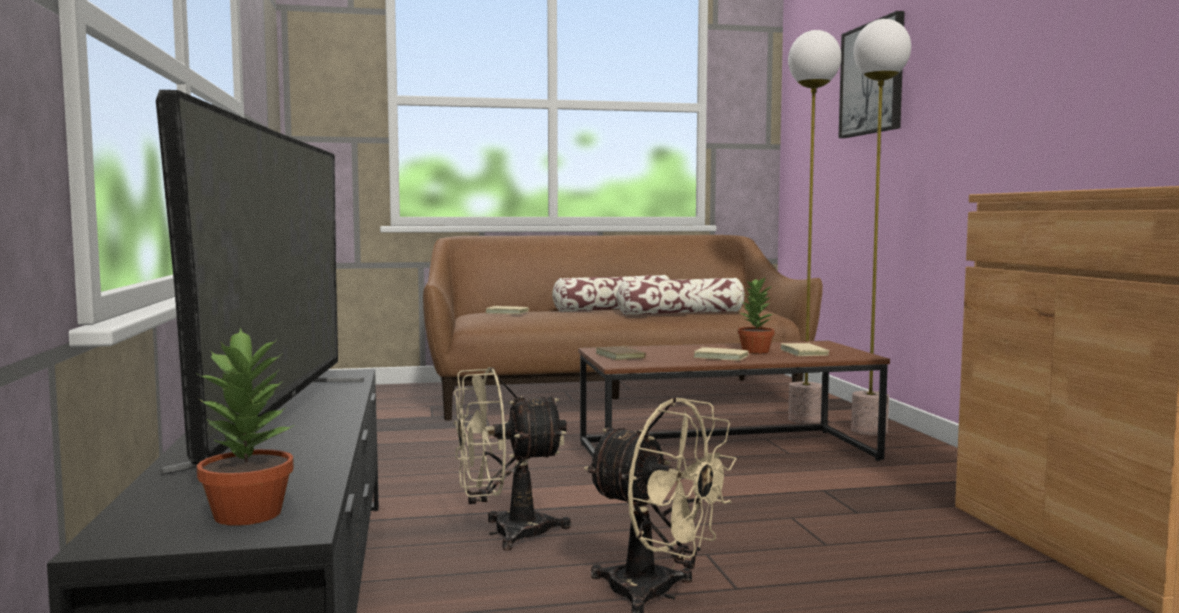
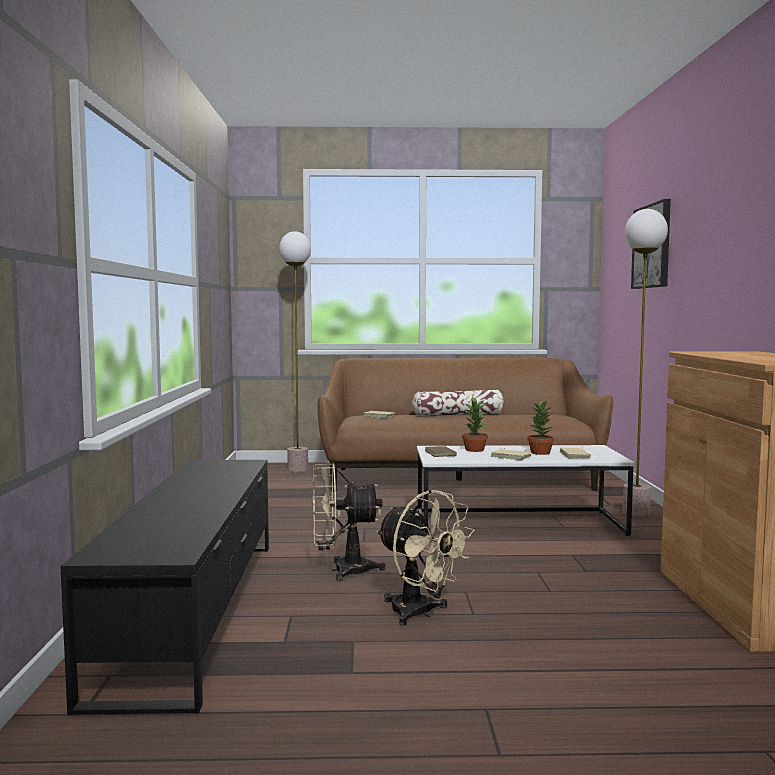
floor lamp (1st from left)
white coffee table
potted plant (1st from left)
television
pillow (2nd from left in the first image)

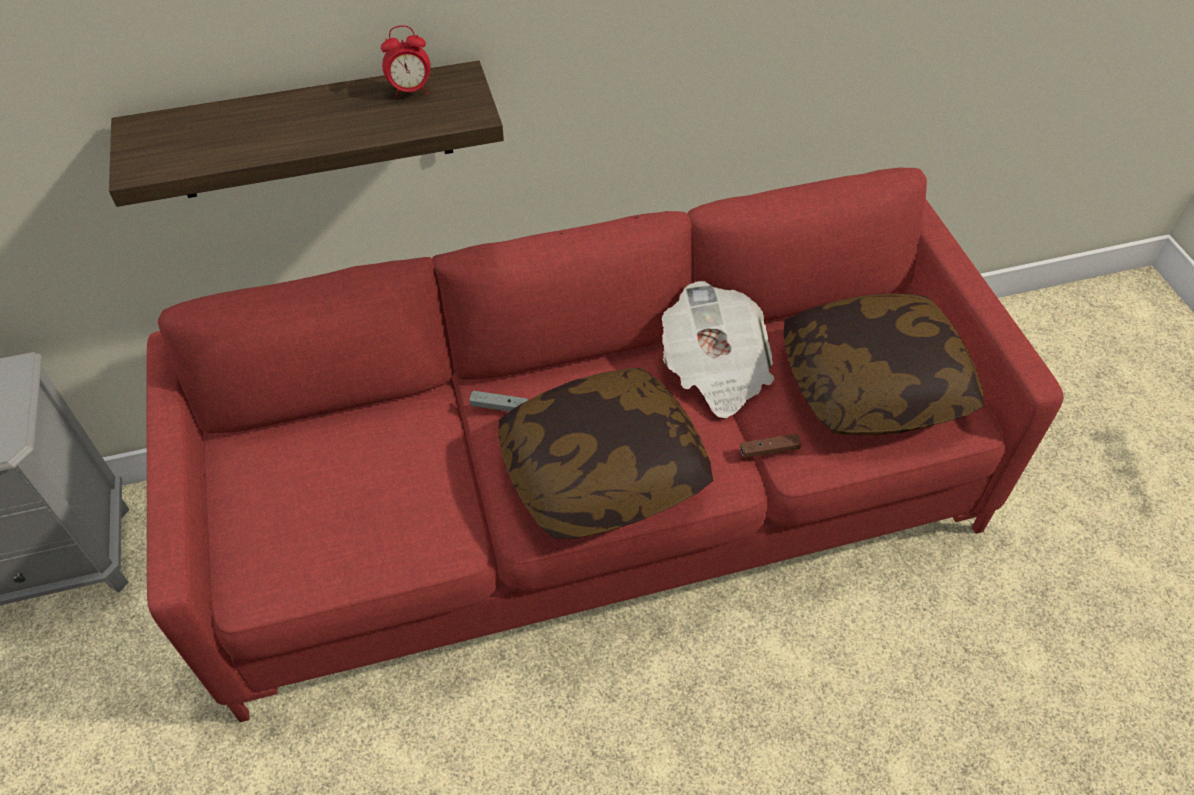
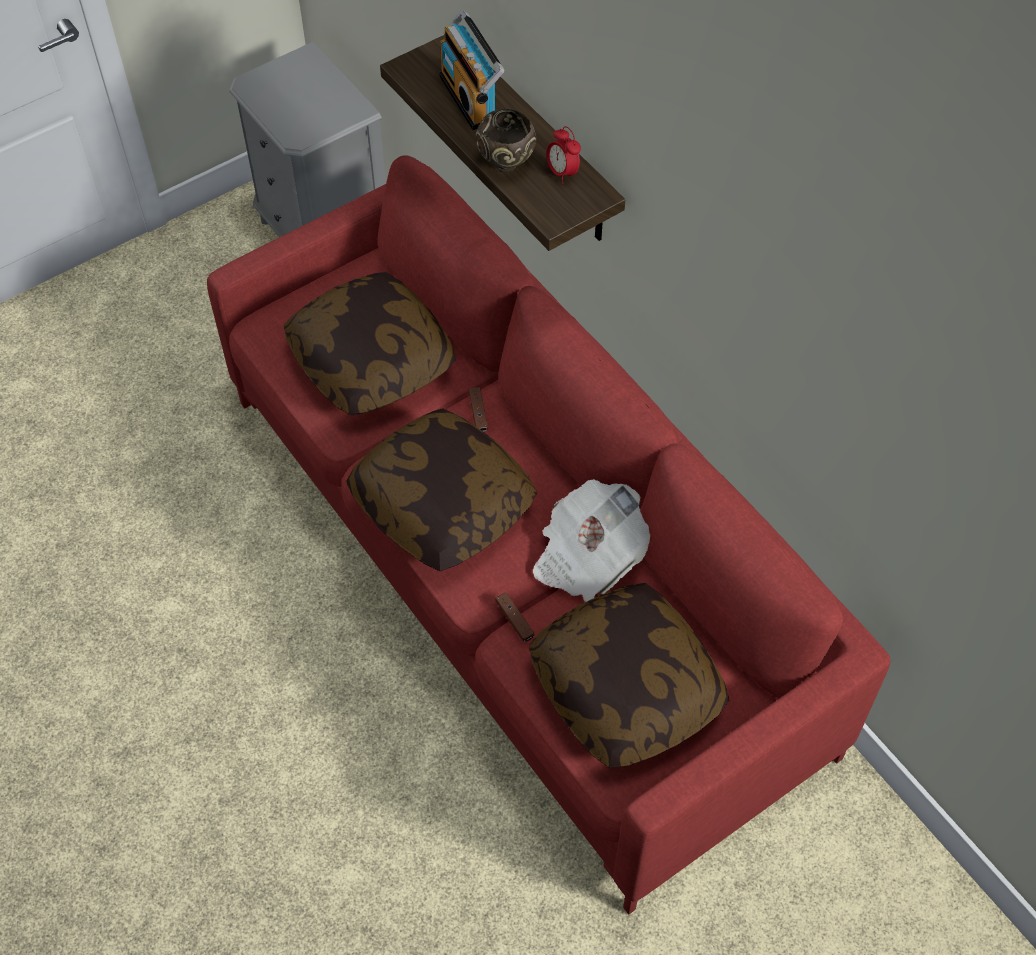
pillow (1st from left)
radio
brown game controller (1st from left)
brown bowl

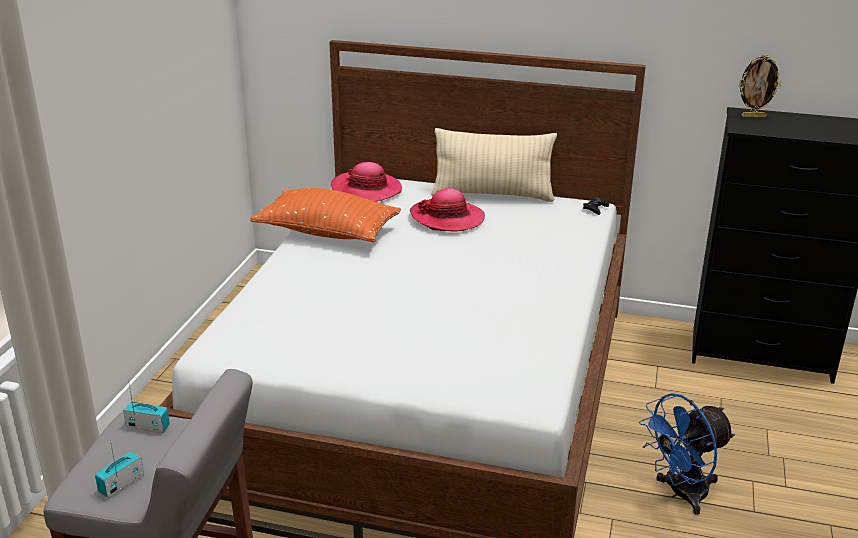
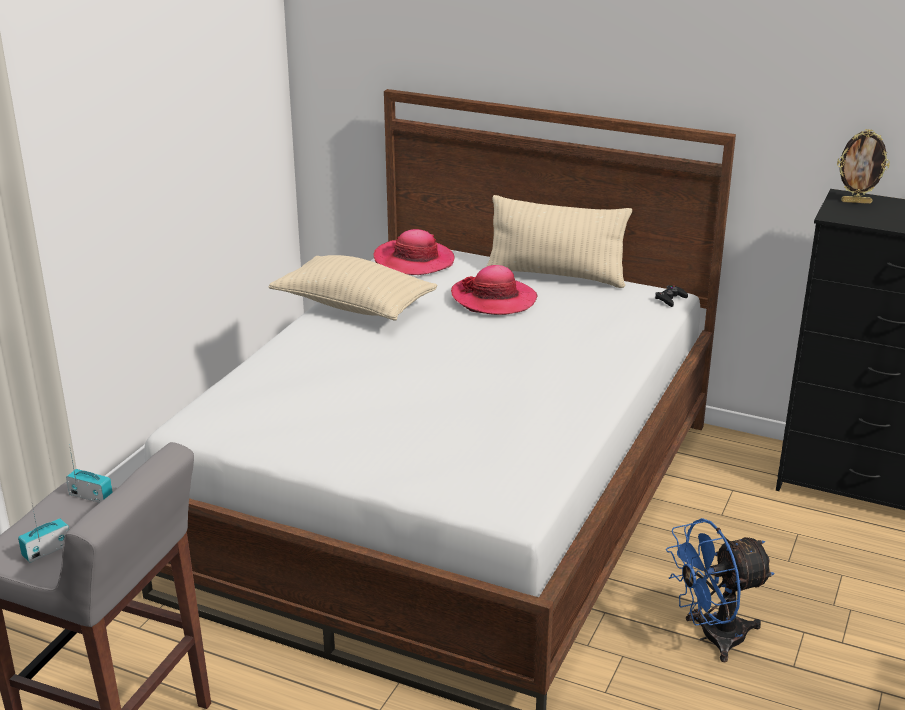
beige pillow (1st from left)

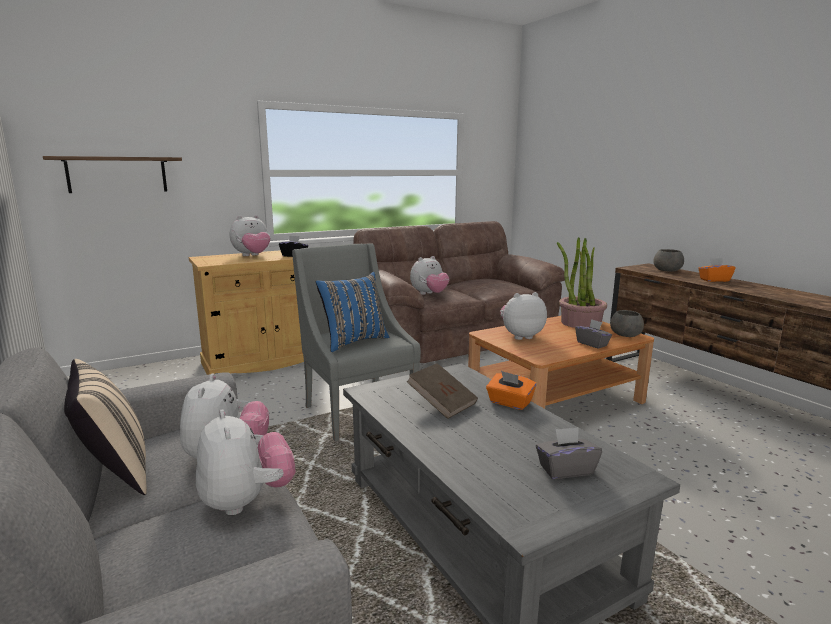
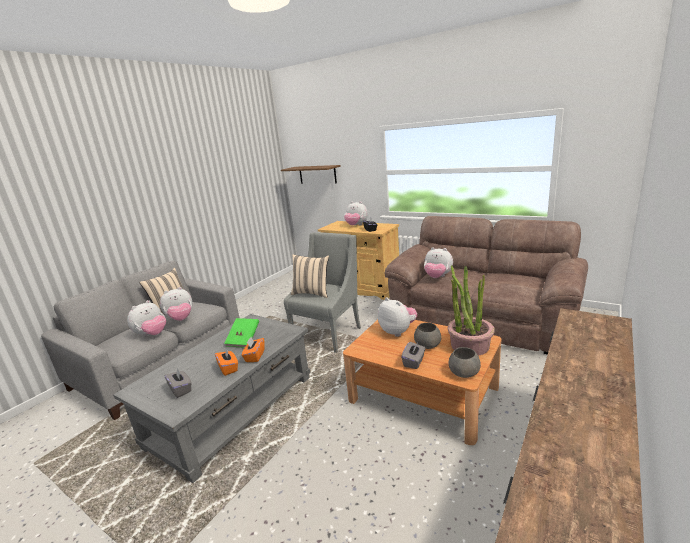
orange tissue box (1st from left)
green book
beige pillow (2nd from left)
grey bowl (1st from left)

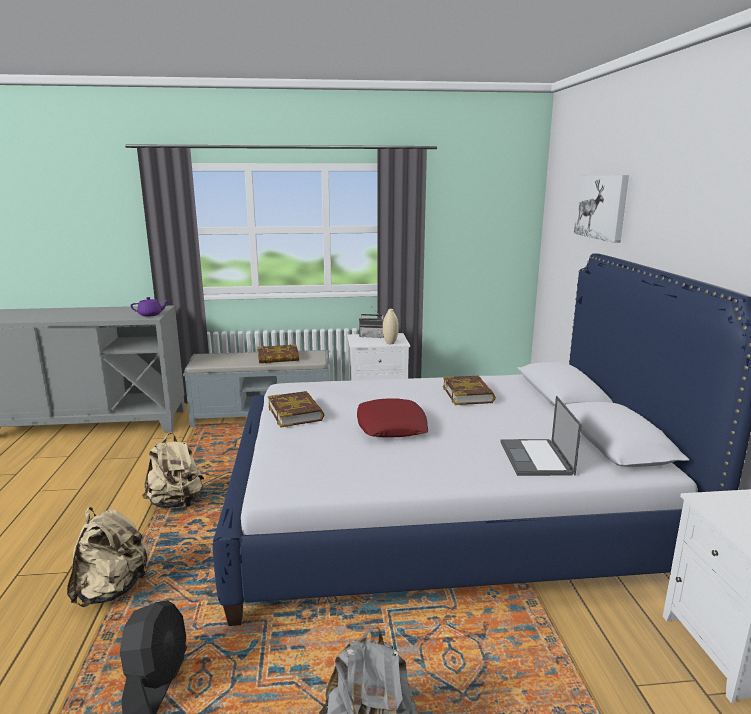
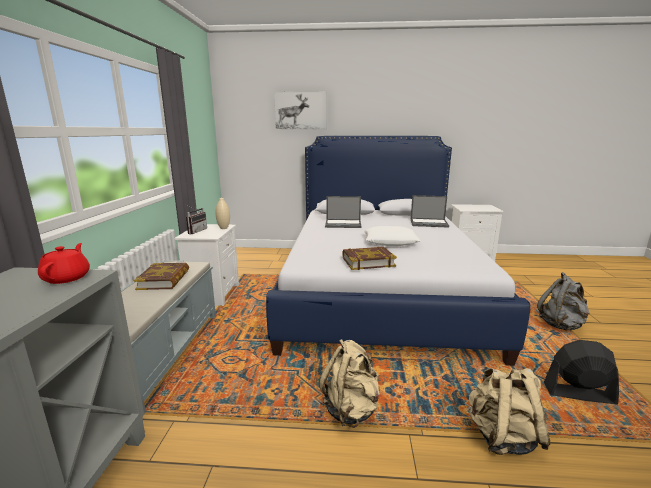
red teapot
laptop (1st from left)
white pillow

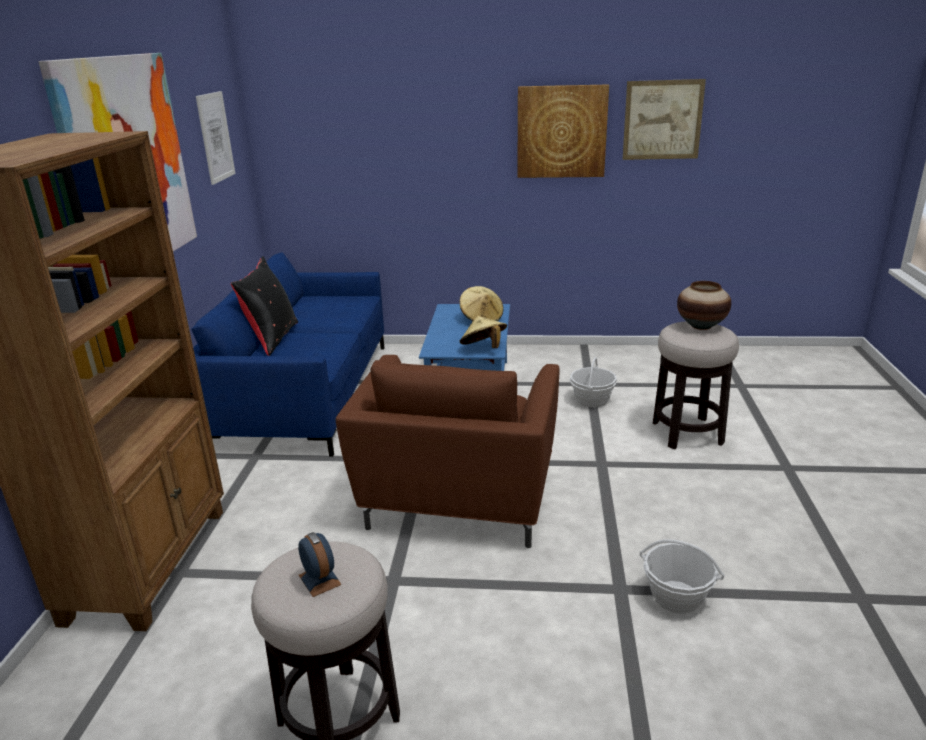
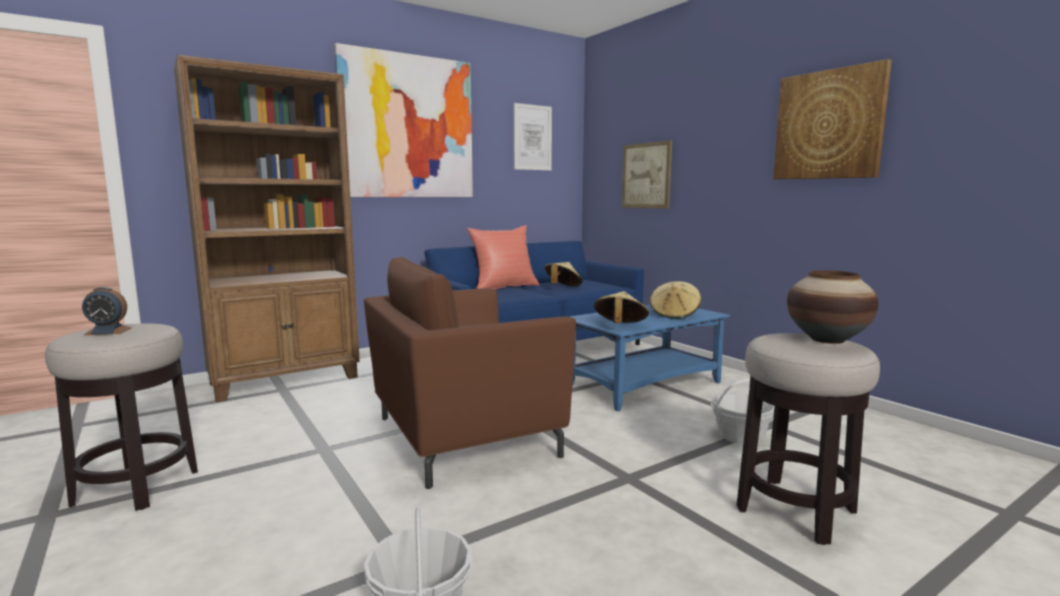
alarm clock
red pillow
beige hat (1st from left)
picture (3rd from left)

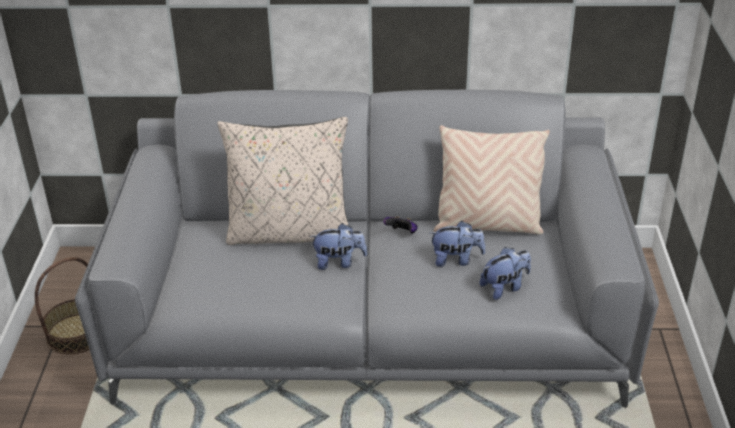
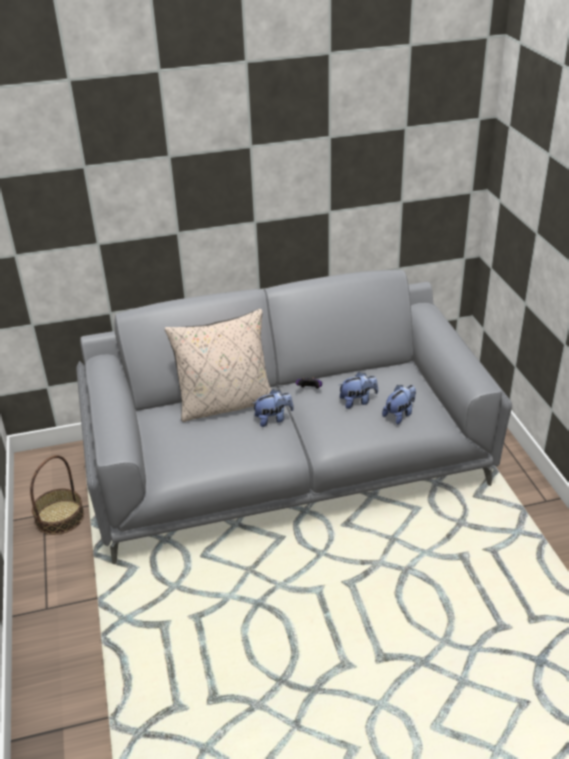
beige pillow (2nd from left in the first image)

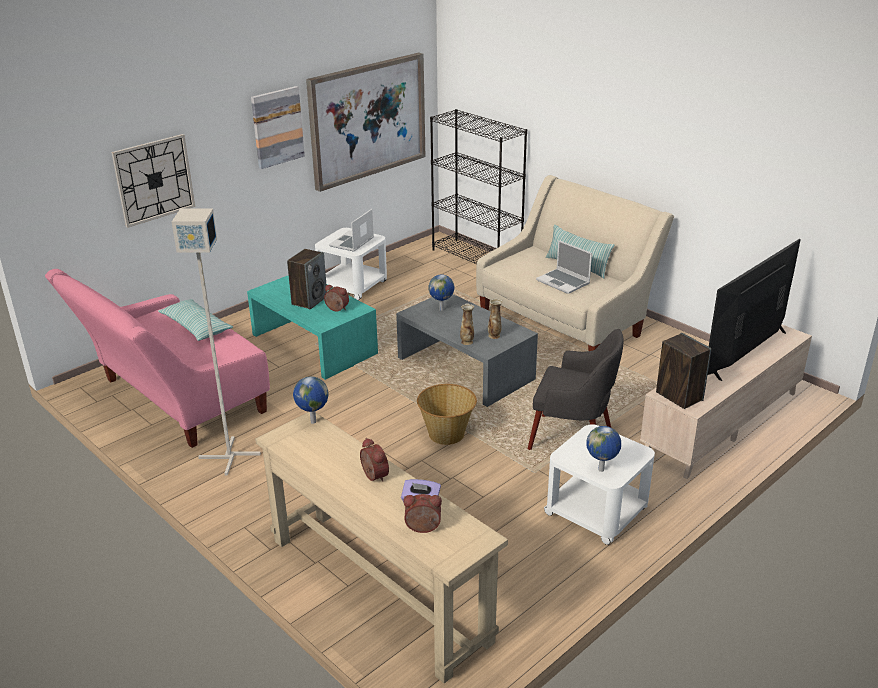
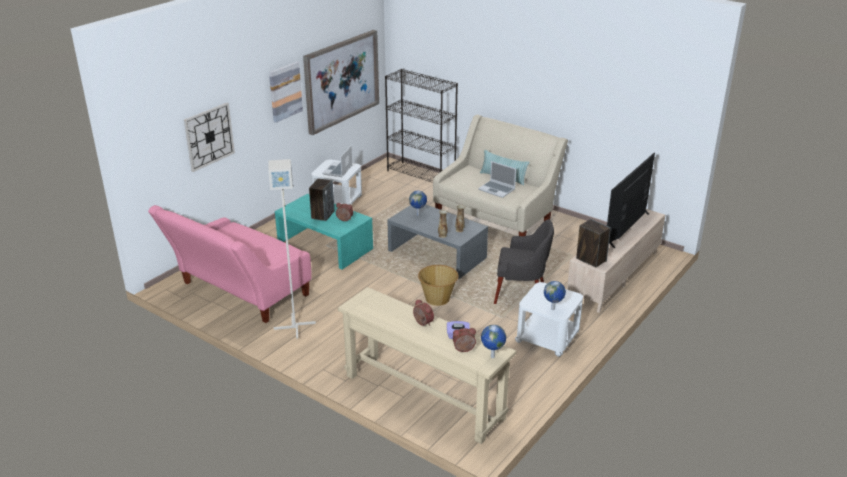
globe (2nd from left)
pillow (1st from left in the first image)

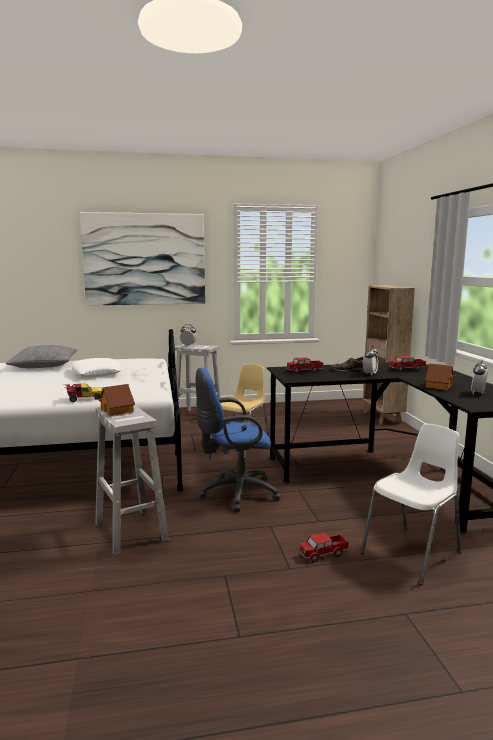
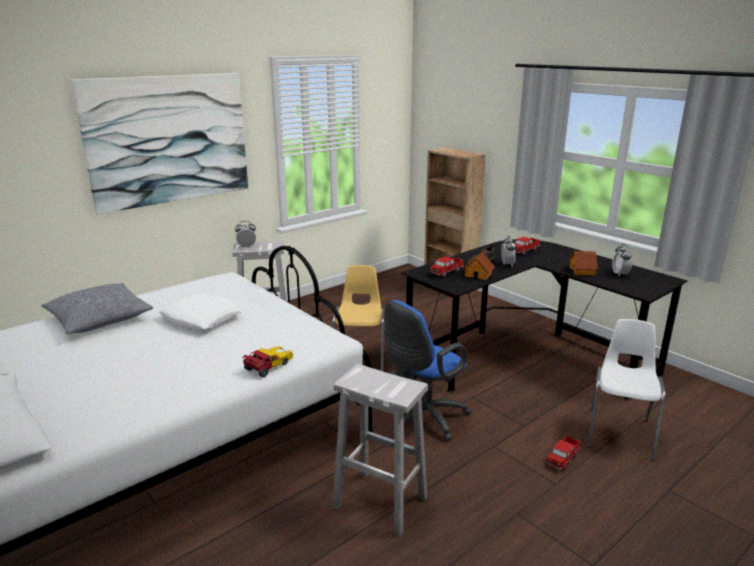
toy house (1st from left)

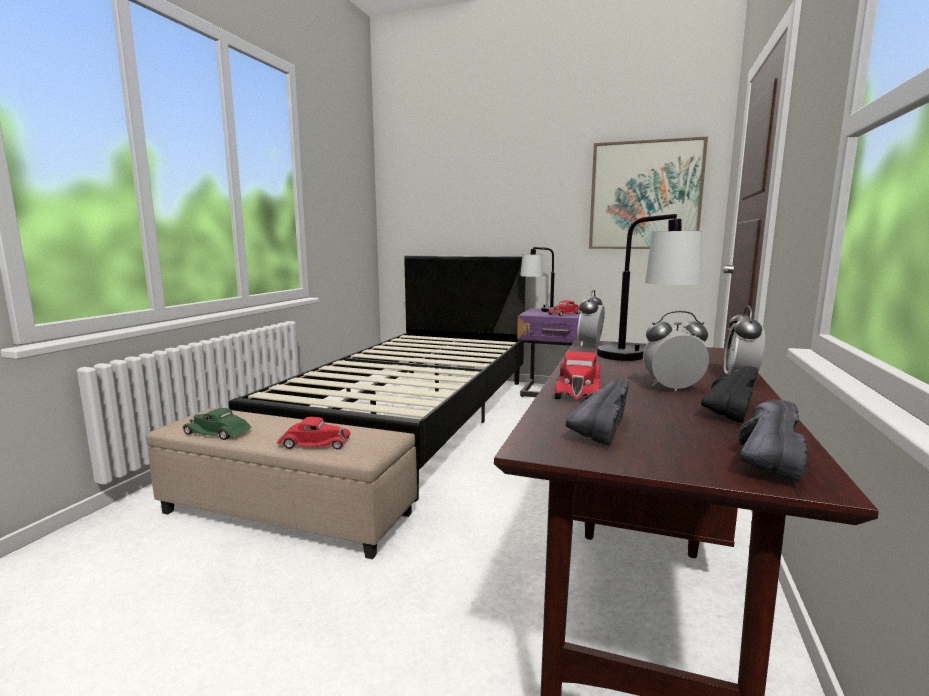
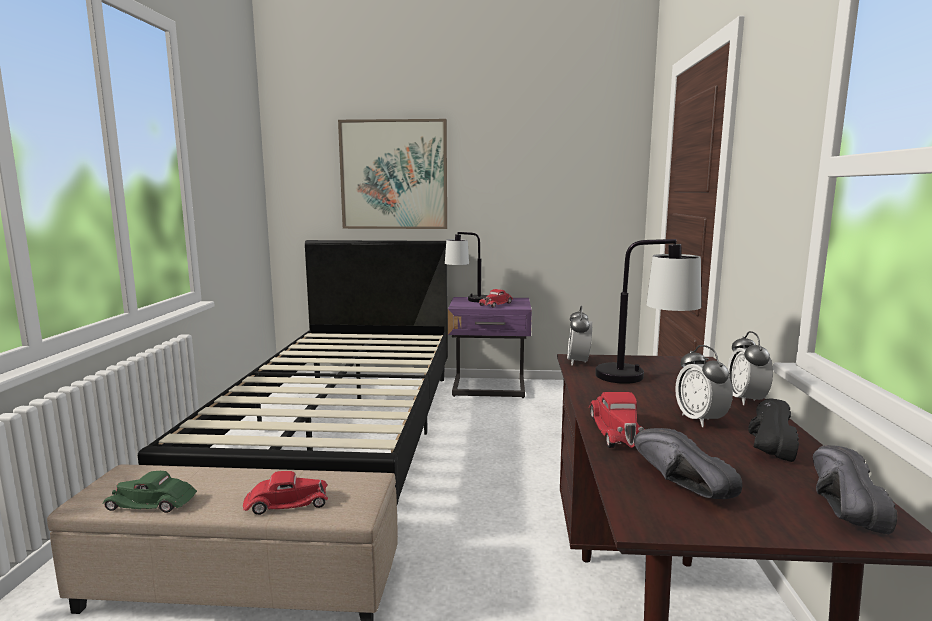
picture
black shoe (1st from left)
alarm clock (2nd from left)

